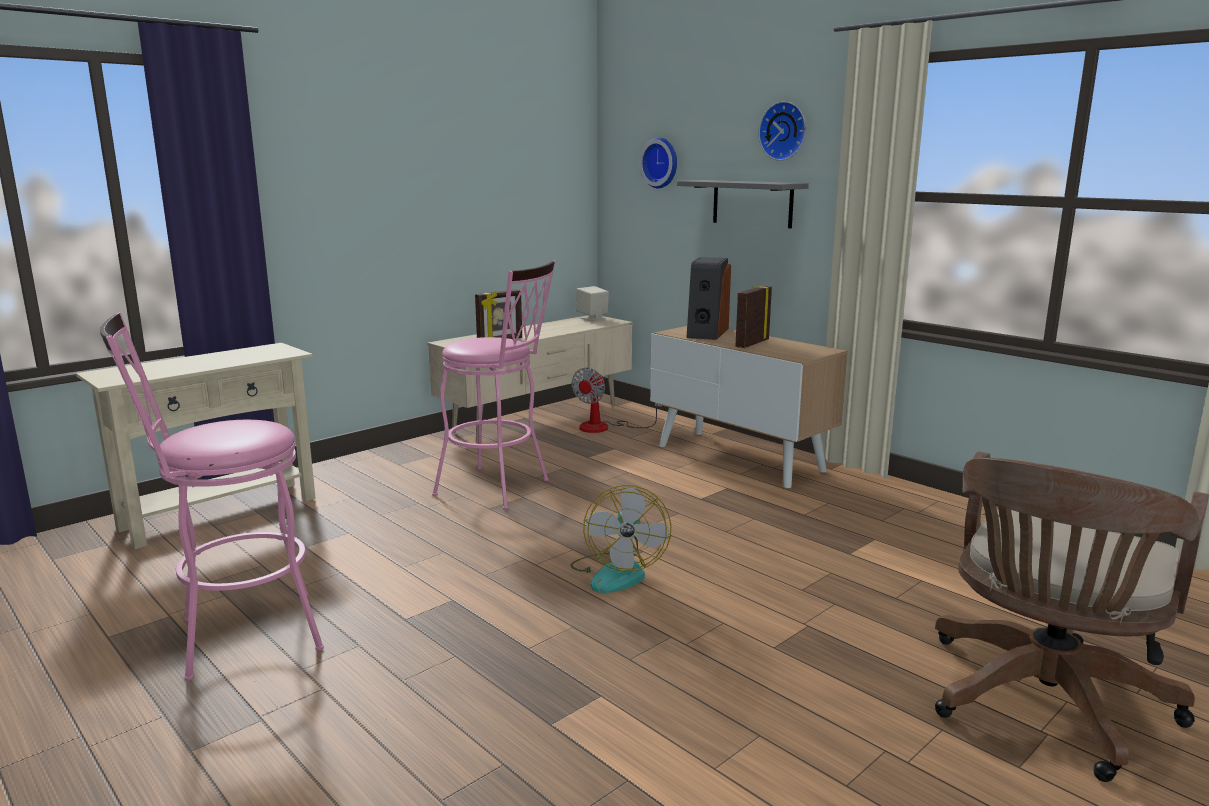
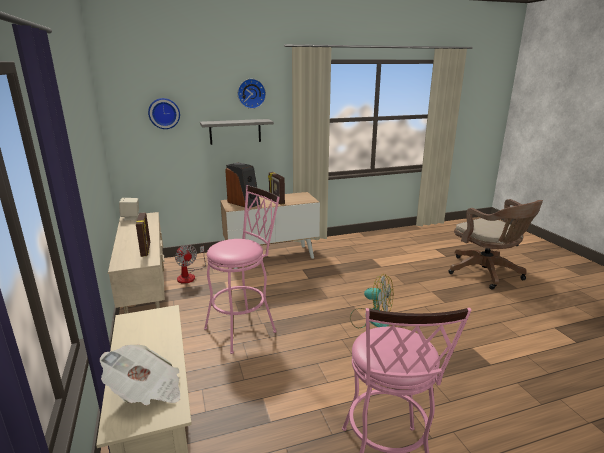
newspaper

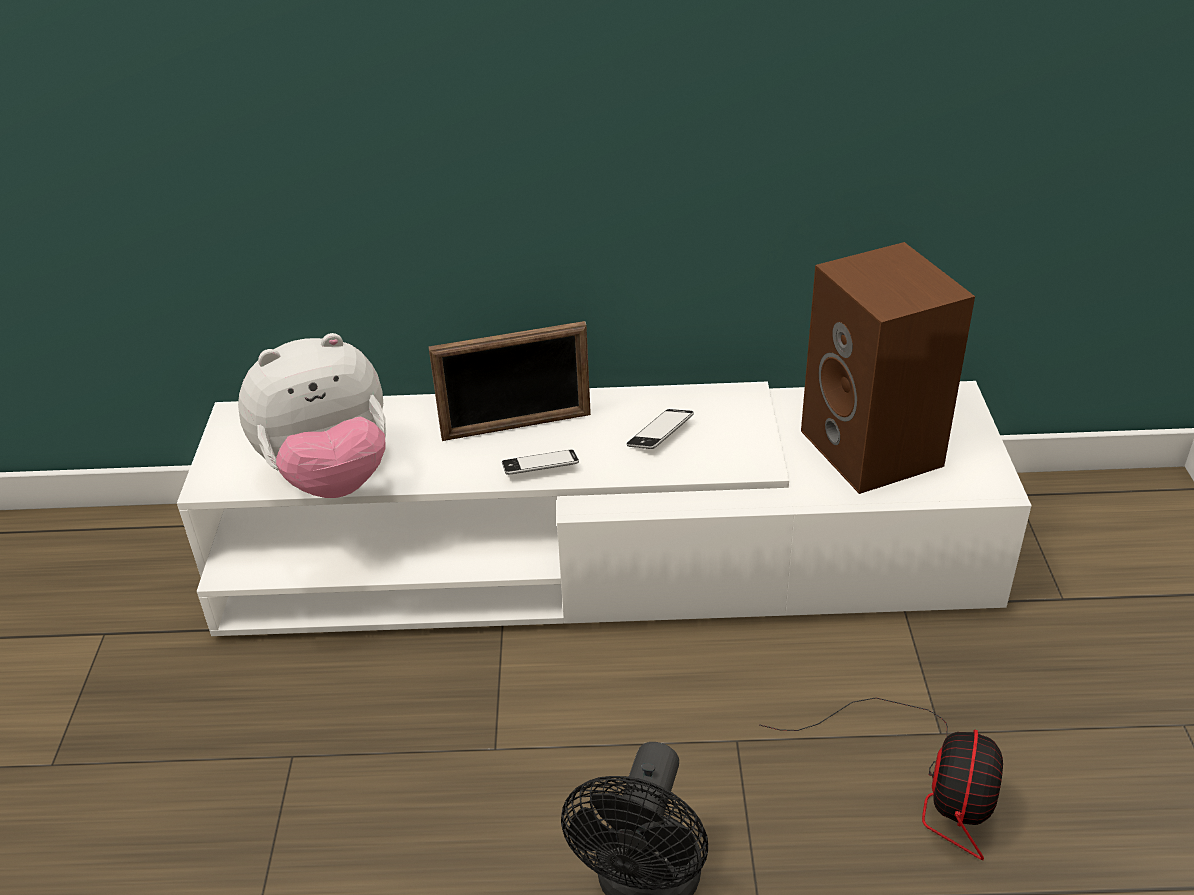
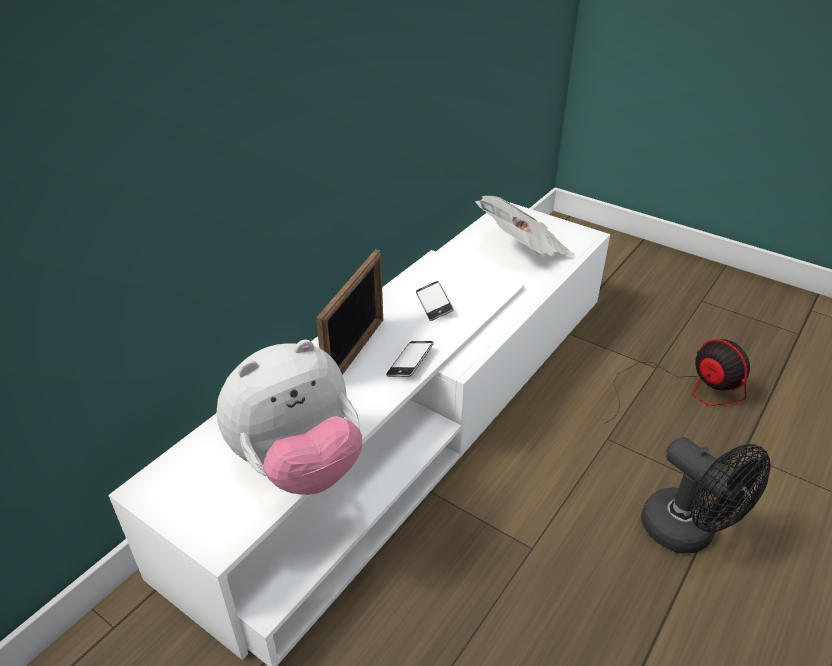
plush toy
newspaper

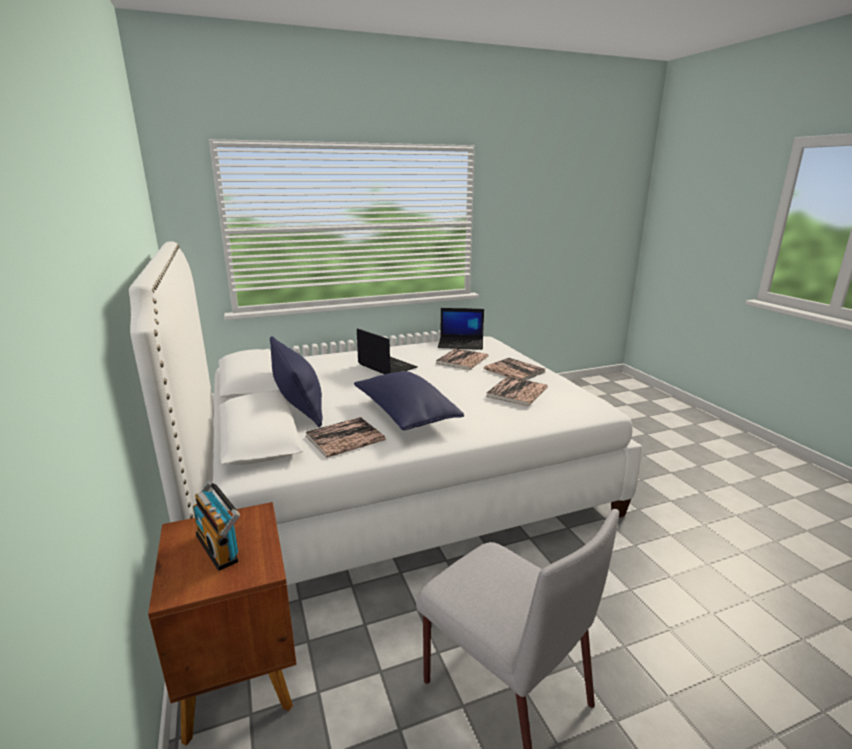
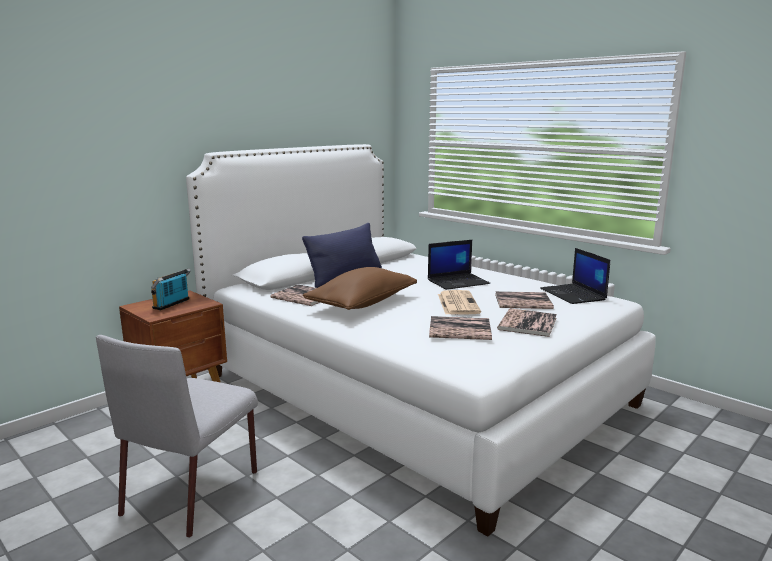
brown pillow
laptop (1st from left)
newspaper

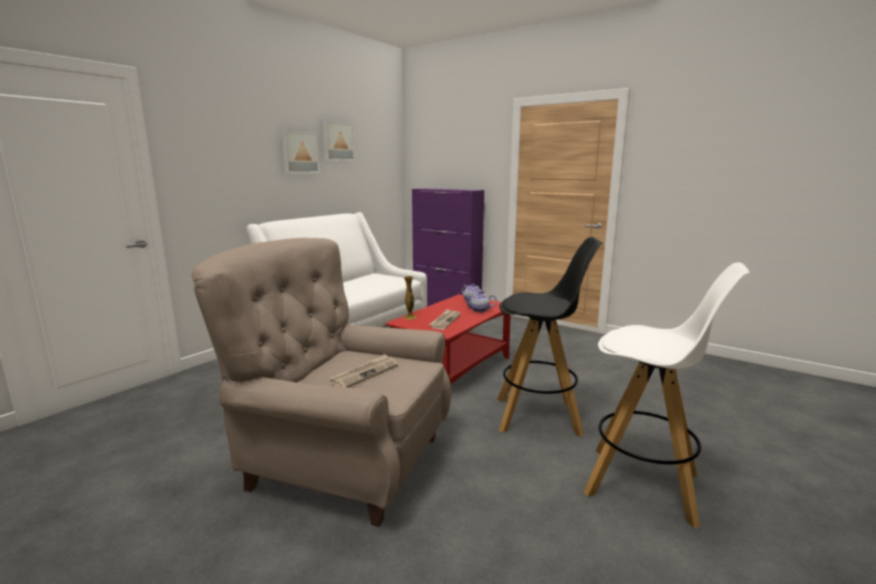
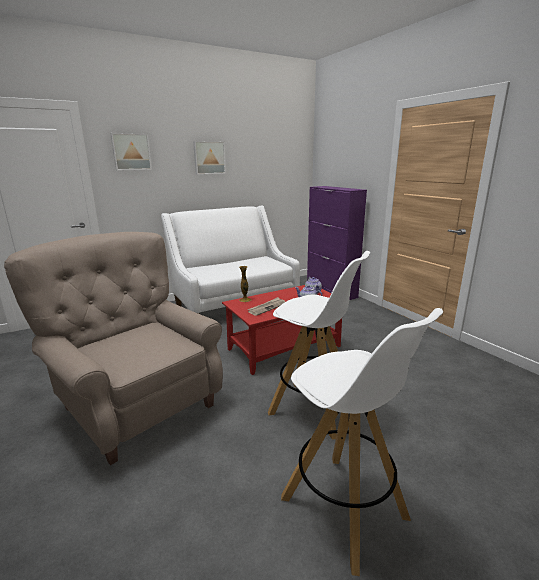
picture (1st from left)
white stool (1st from left)
newspaper (1st from left in the first image)

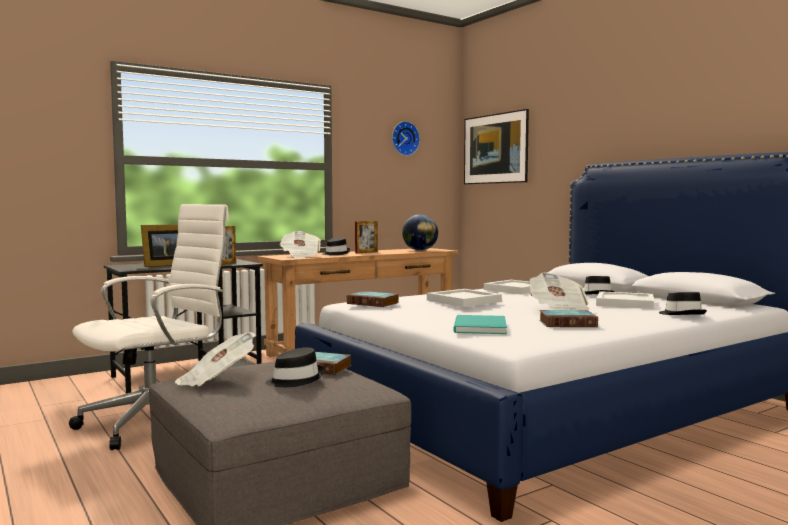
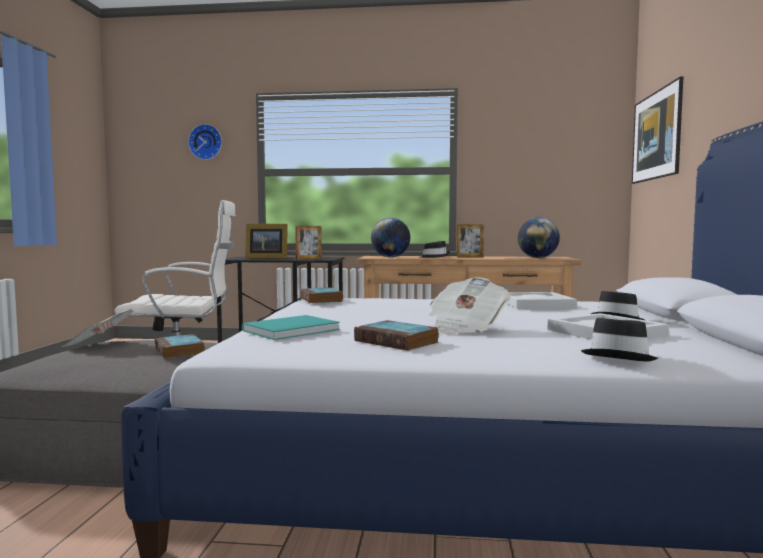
wall clock
globe (1st from left)
black hat (1st from left in the first image)
white tray (1st from left in the first image)

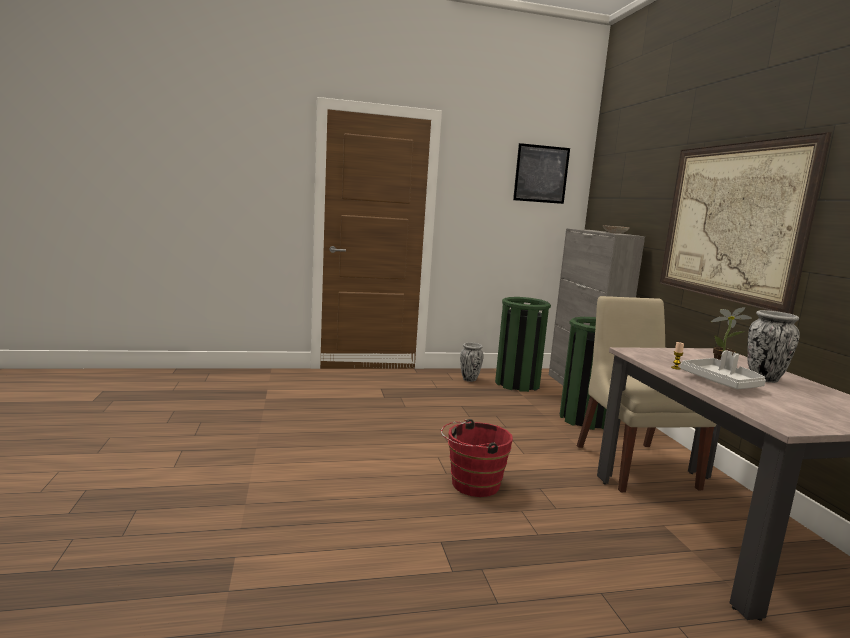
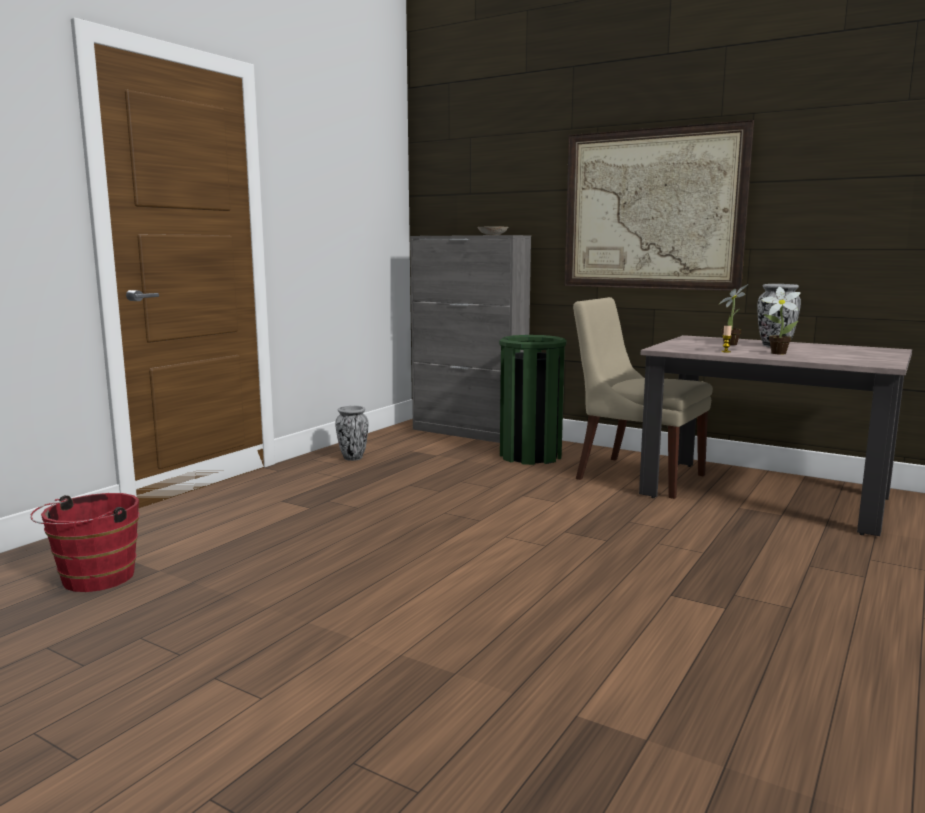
red bucket
potted plant (2nd from left)
green trash can (1st from left in the first image)
picture (1st from left in the first image)

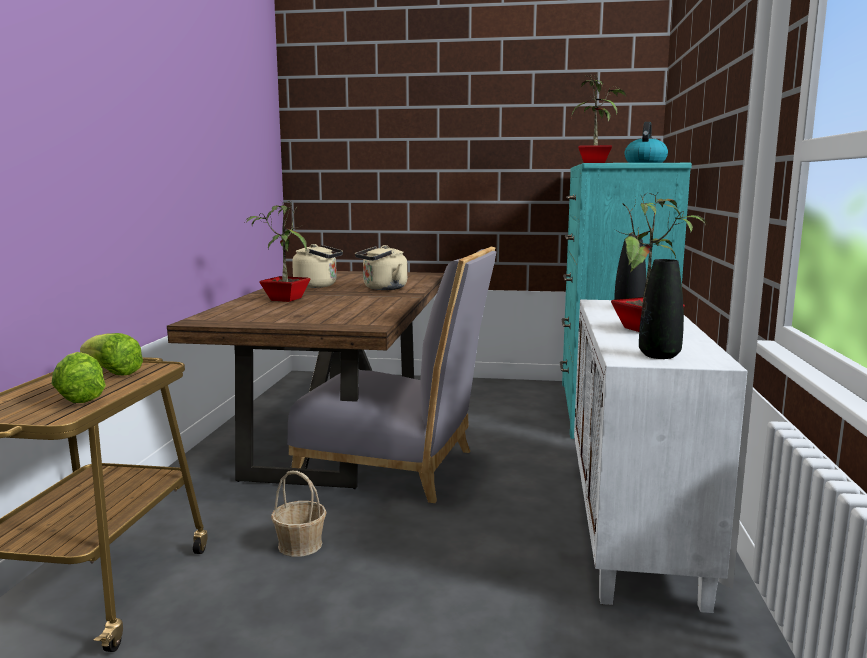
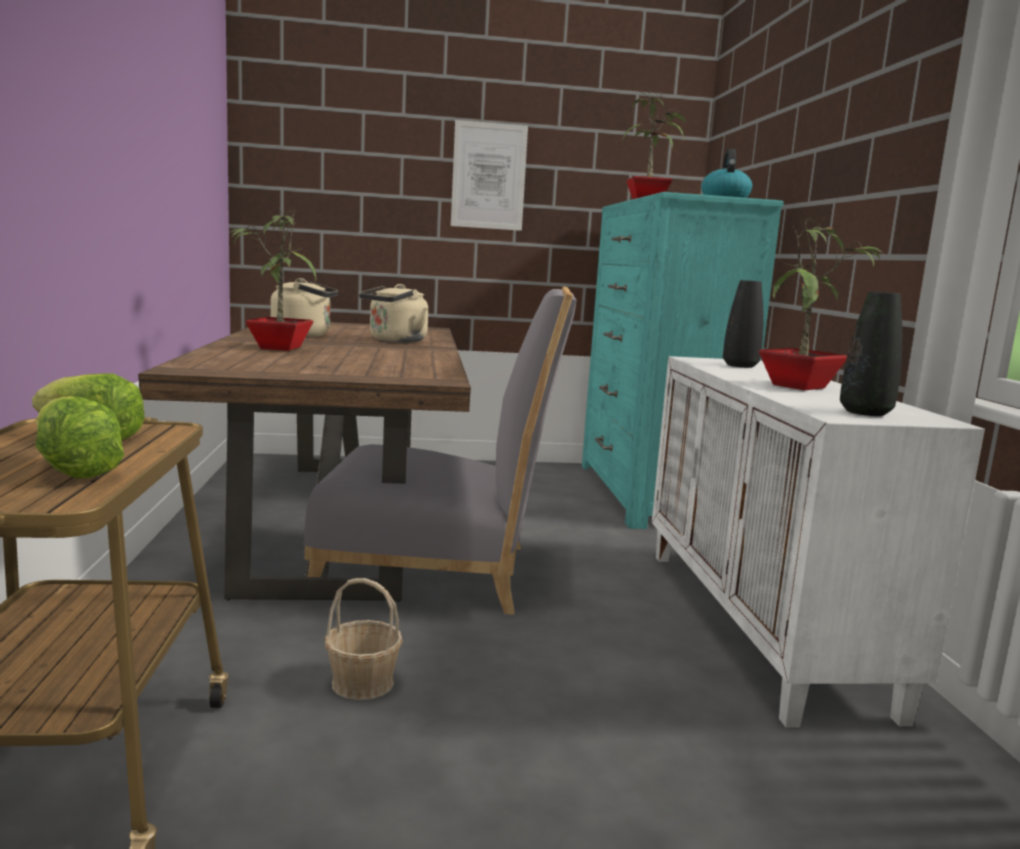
picture

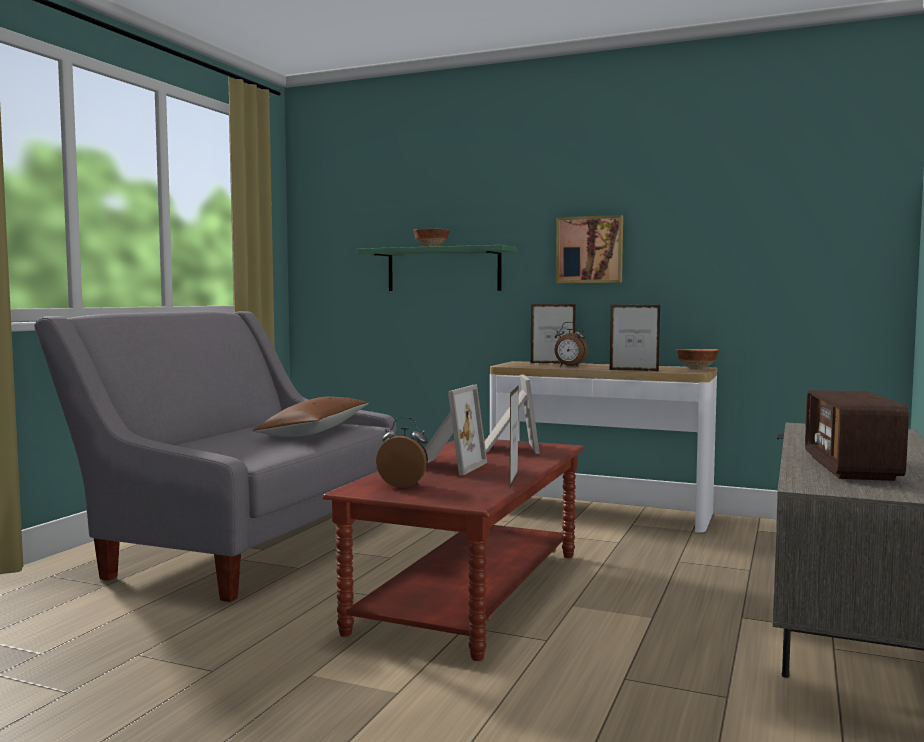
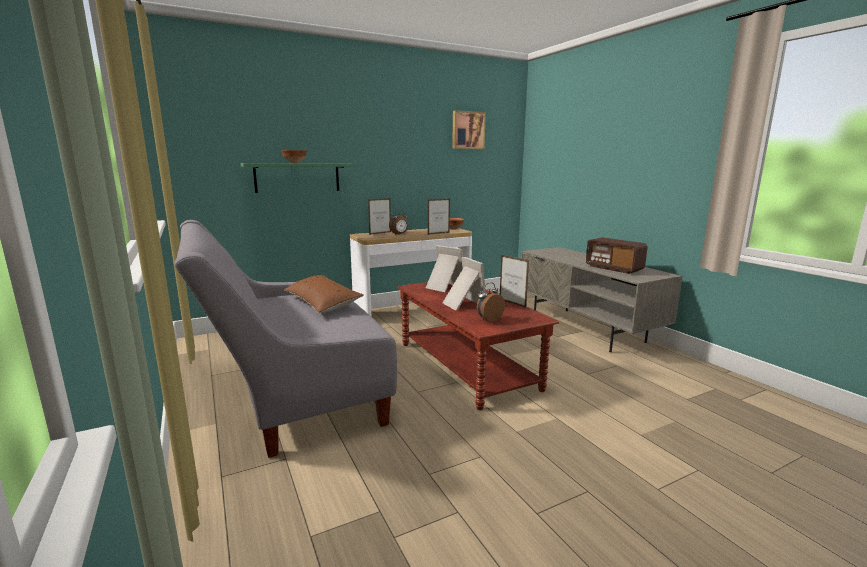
picture

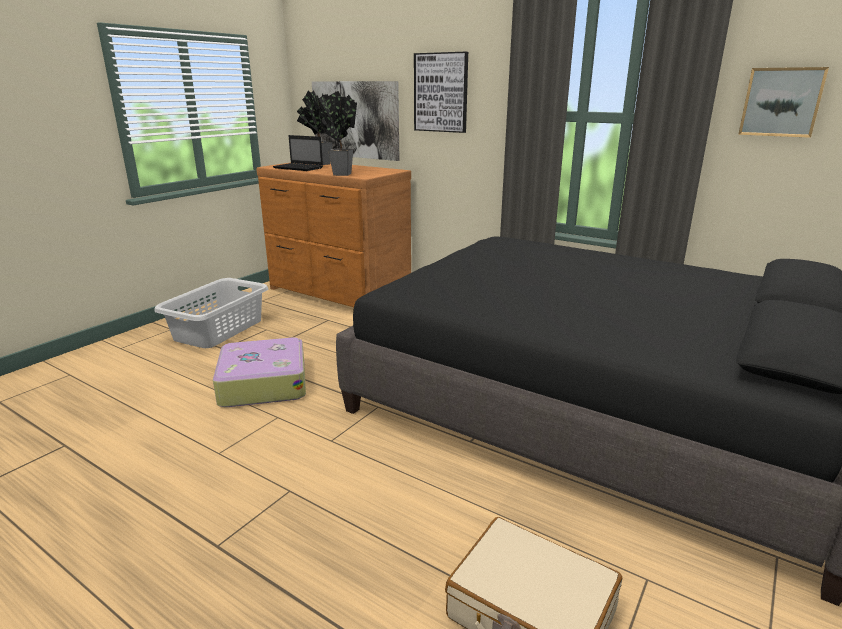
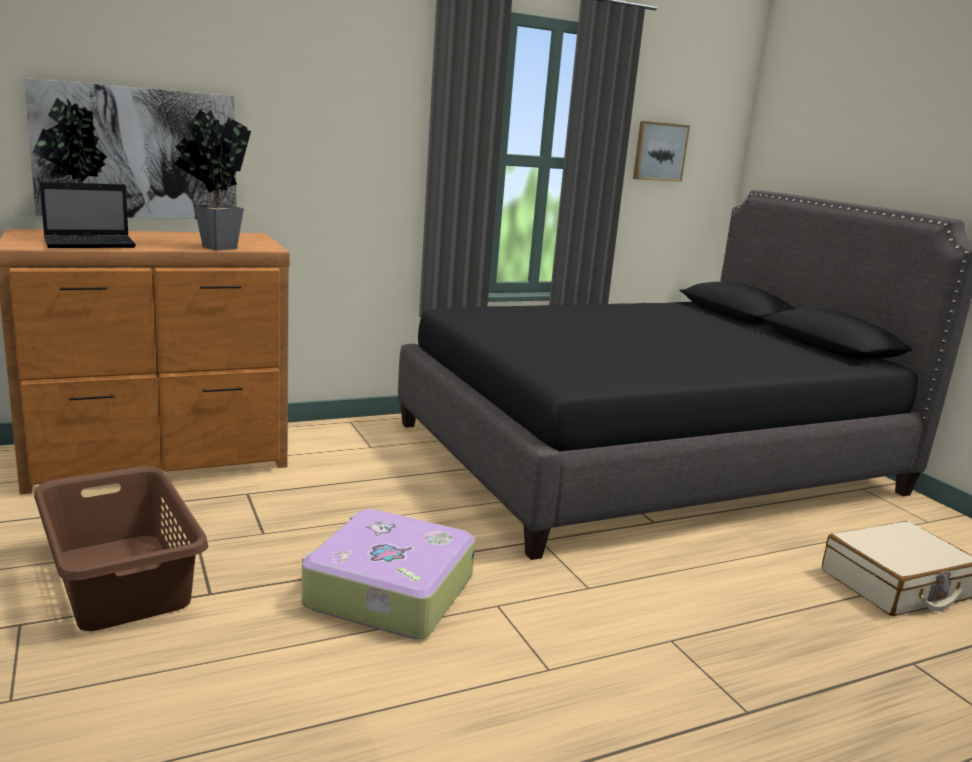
brown laundry basket
picture (2nd from left in the first image)

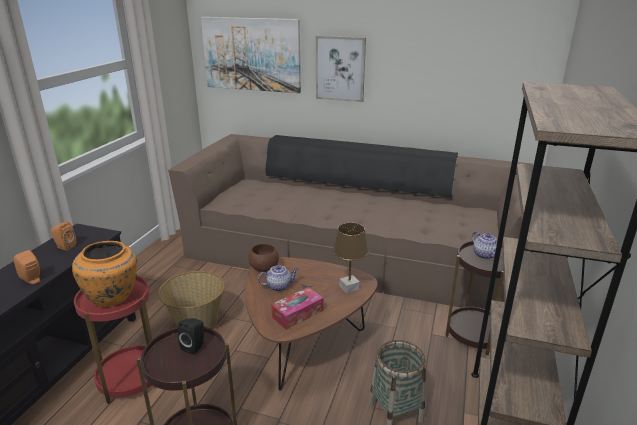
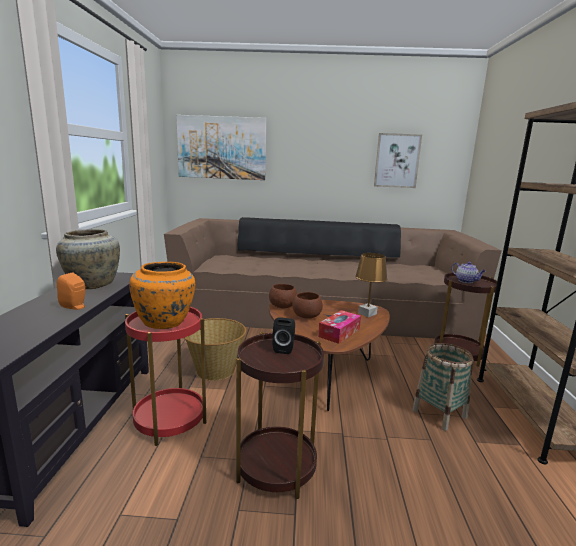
beige vase
brown bowl (2nd from left)
picture (2nd from left)

